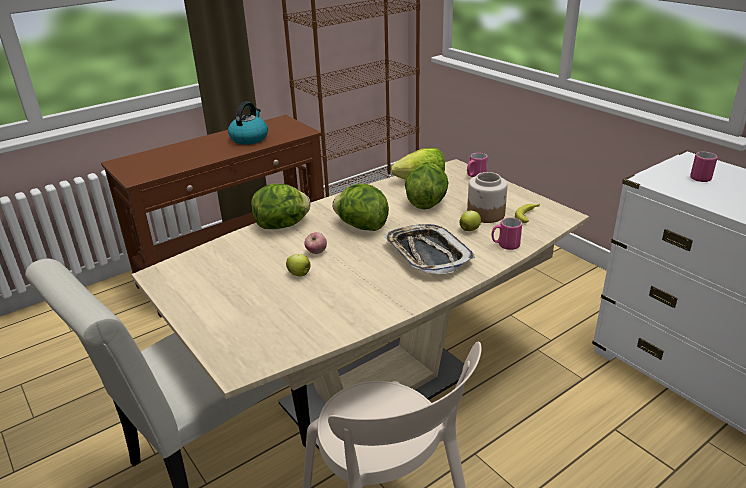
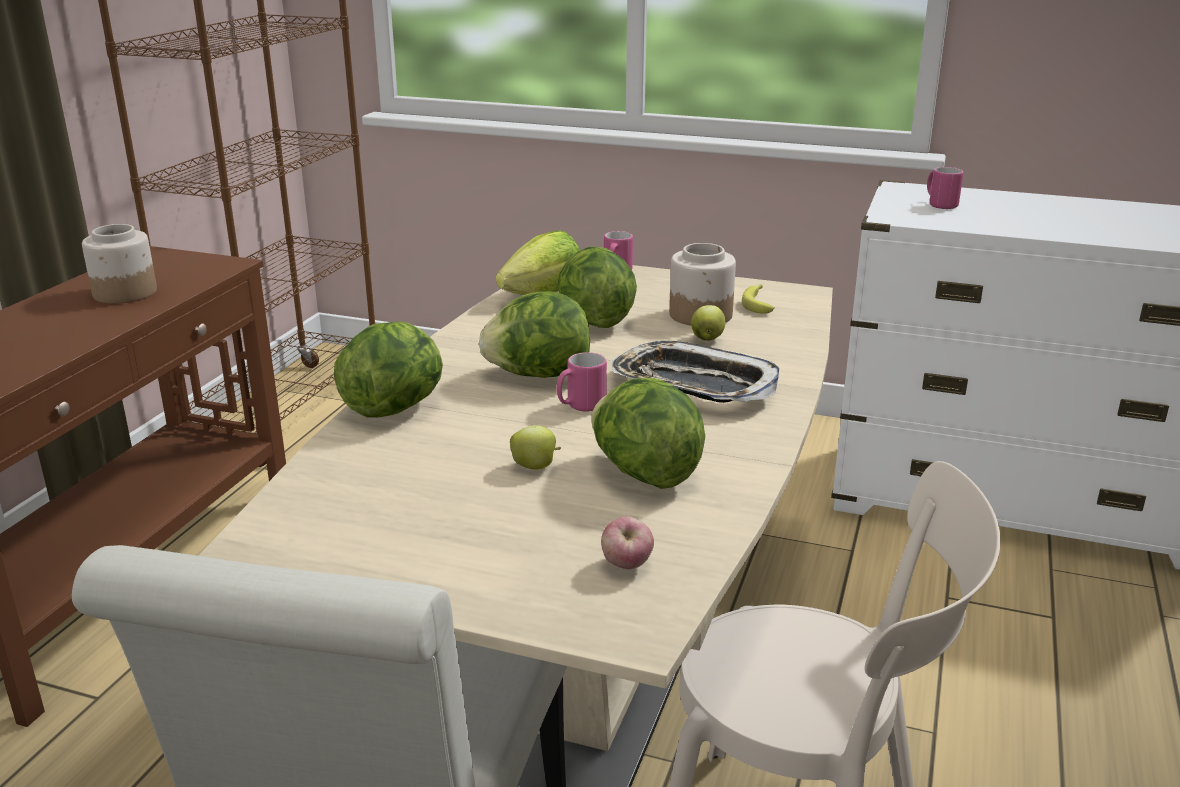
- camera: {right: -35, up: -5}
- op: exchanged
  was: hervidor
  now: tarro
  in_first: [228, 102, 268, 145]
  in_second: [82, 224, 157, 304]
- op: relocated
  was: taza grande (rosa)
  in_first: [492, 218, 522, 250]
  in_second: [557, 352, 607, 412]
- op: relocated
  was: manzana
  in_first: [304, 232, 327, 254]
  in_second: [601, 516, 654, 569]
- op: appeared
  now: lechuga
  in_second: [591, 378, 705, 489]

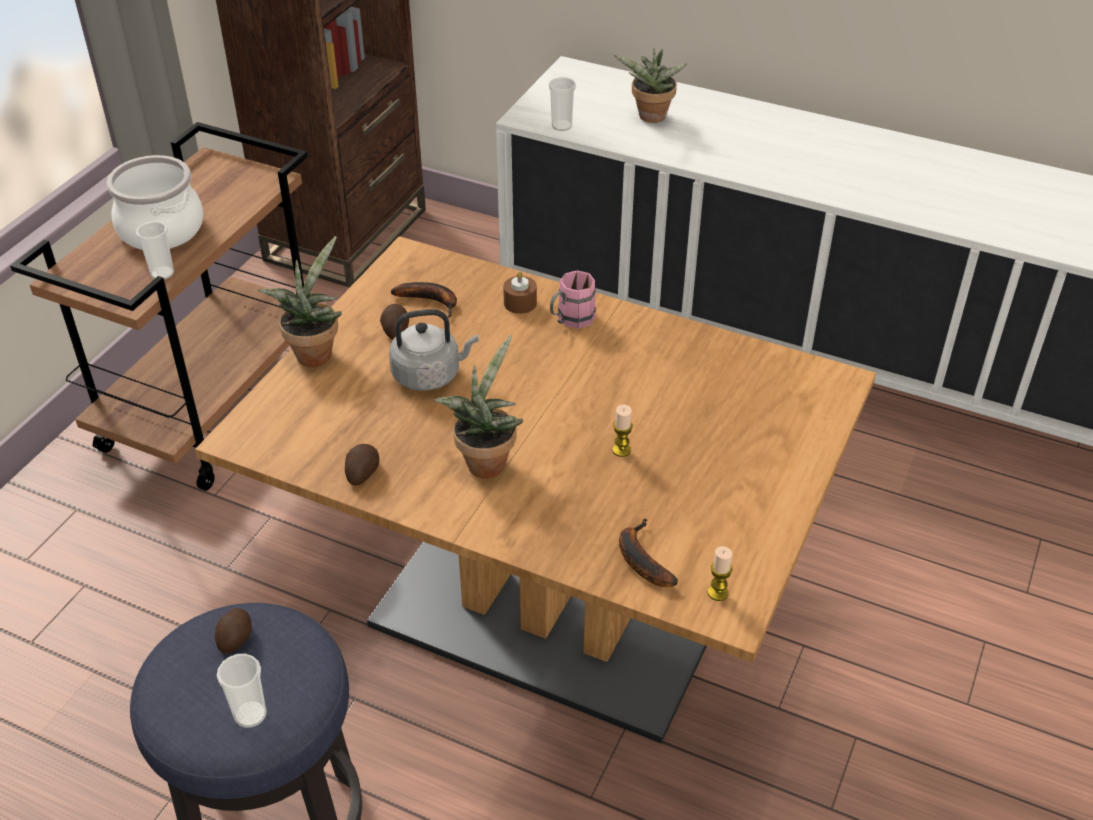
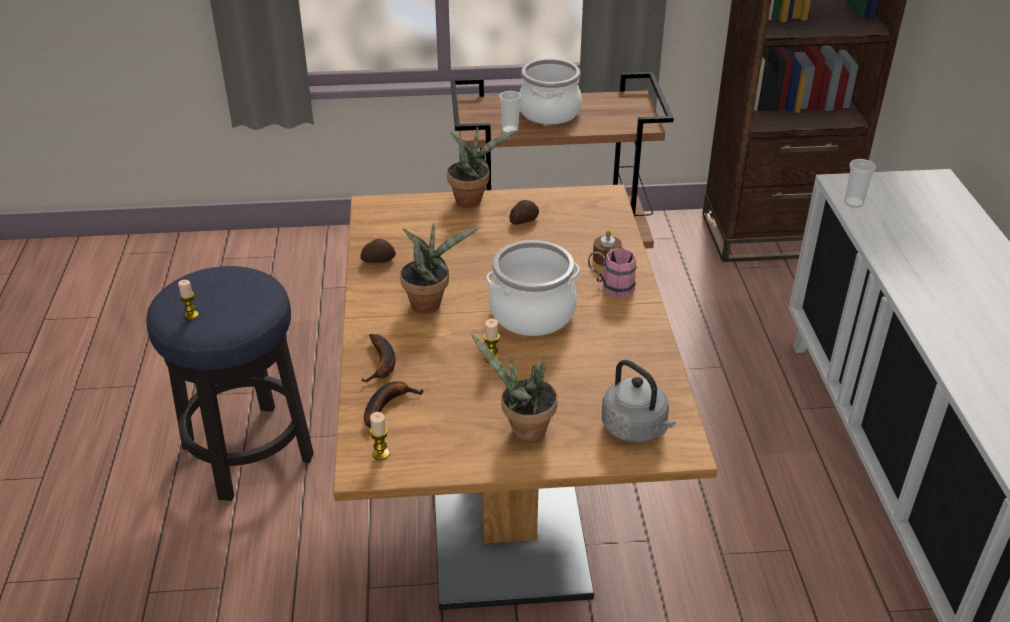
- camera: {right: 60, up: -5}
- op: relocated
  was: planta en maceta
  in_first: [614, 48, 688, 123]
  in_second: [471, 333, 558, 442]
- op: relocated
  was: plátano
  in_first: [391, 282, 457, 318]
  in_second: [361, 334, 396, 382]
- op: relocated
  was: hervidor (gris)
  in_first: [389, 309, 479, 391]
  in_second: [602, 360, 675, 443]
- op: missing
  was: patata
  in_first: [215, 608, 251, 653]
- op: exchanged
  was: taza
  now: vela
  in_first: [217, 654, 267, 728]
  in_second: [178, 280, 199, 320]
- op: appeared
  now: olla
  in_second: [486, 240, 580, 336]

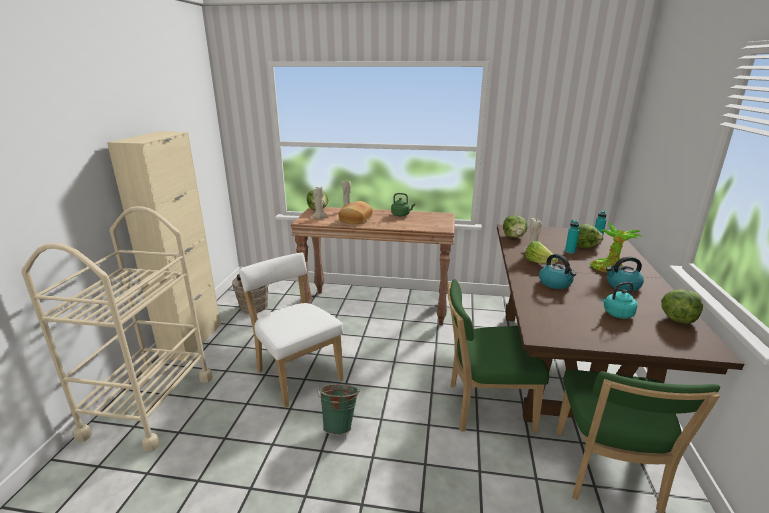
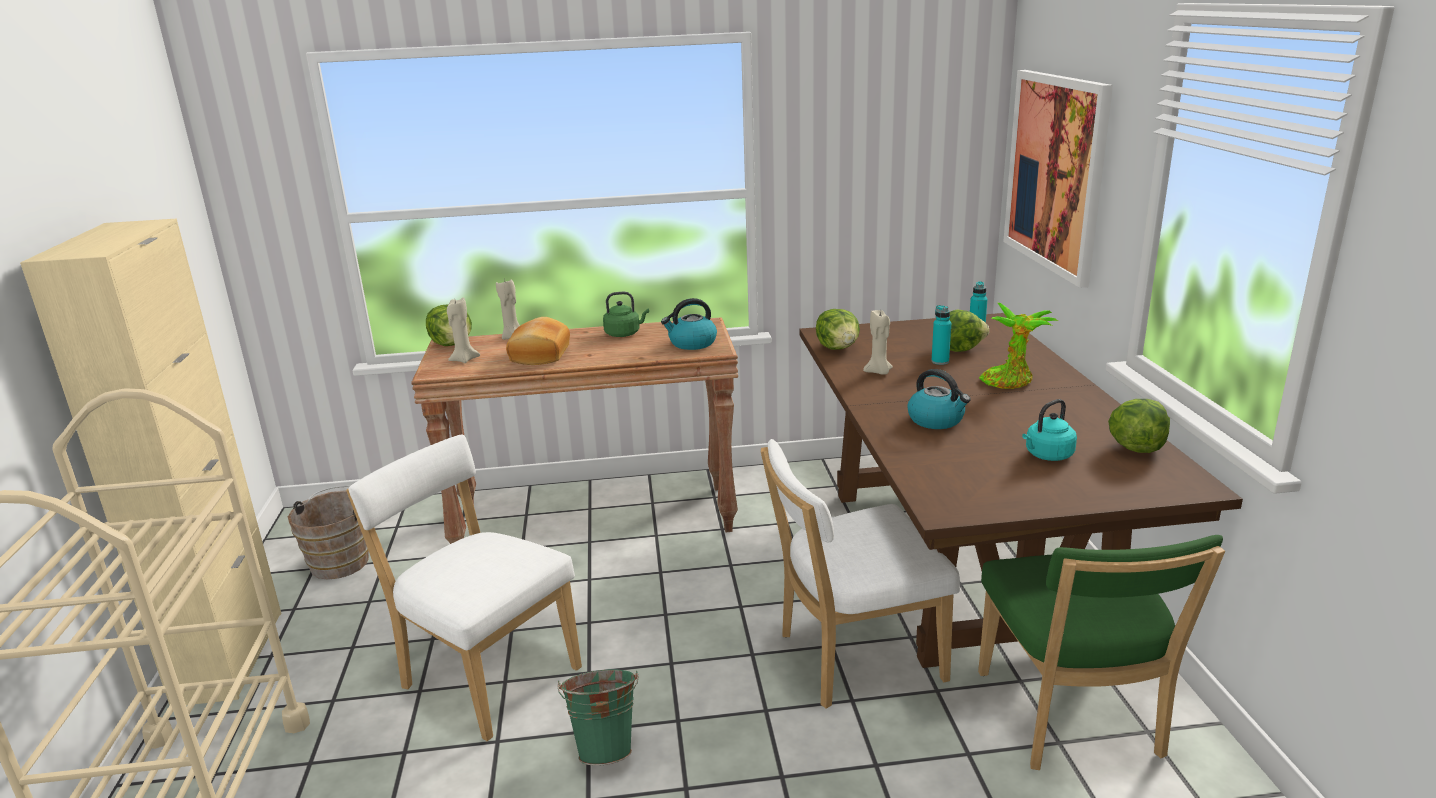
- camera: {right: -15, up: 0}
- op: missing
  was: lechuga
  in_first: [525, 241, 558, 264]
- op: relocated
  was: hervidor
  in_first: [606, 256, 644, 291]
  in_second: [661, 298, 717, 350]
- op: colour
  was: silla (verde)
  now: silla (blanco)
  in_first: [447, 279, 549, 433]
  in_second: [761, 439, 960, 709]
- op: appeared
  now: cuadro
  in_second: [1003, 70, 1113, 288]

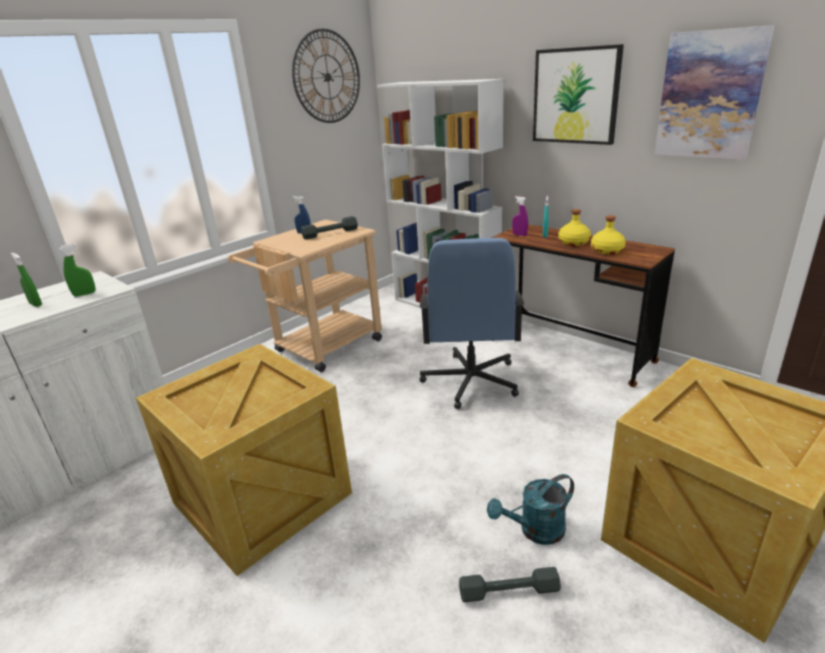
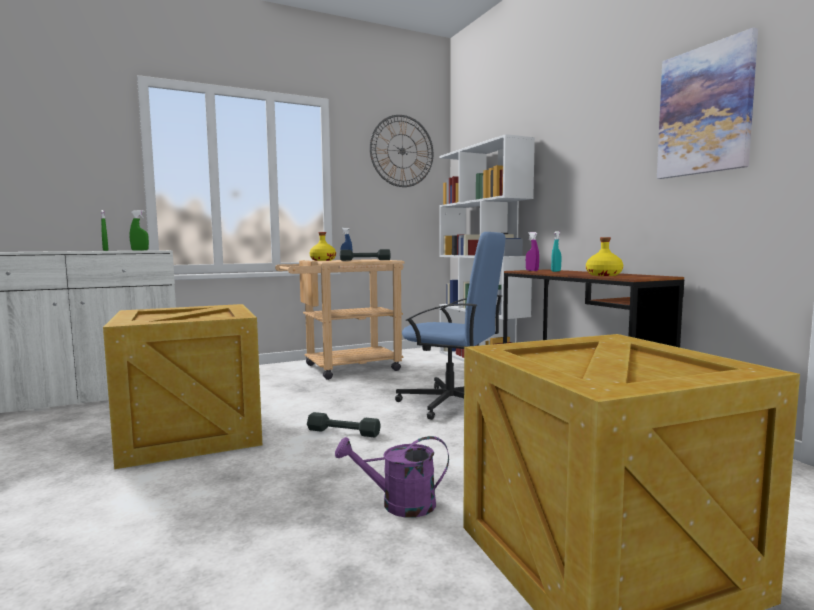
- camera: {right: 20, up: -20}
- op: missing
  was: cuadro
  in_first: [533, 44, 624, 145]
- op: relocated
  was: botella (amarillo)
  in_first: [558, 209, 591, 246]
  in_second: [310, 232, 336, 261]
- op: spun
  was: silla de oficina (azul)
  in_first: [419, 238, 524, 409]
  in_second: [395, 232, 505, 420]
  clockwise: -90
- op: colour
  was: regadera (turquesa)
  now: regadera (morado)
  in_first: [487, 474, 574, 545]
  in_second: [335, 436, 449, 518]
- op: relocated
  was: mancuerna (gris)
  in_first: [459, 567, 561, 602]
  in_second: [307, 412, 381, 437]

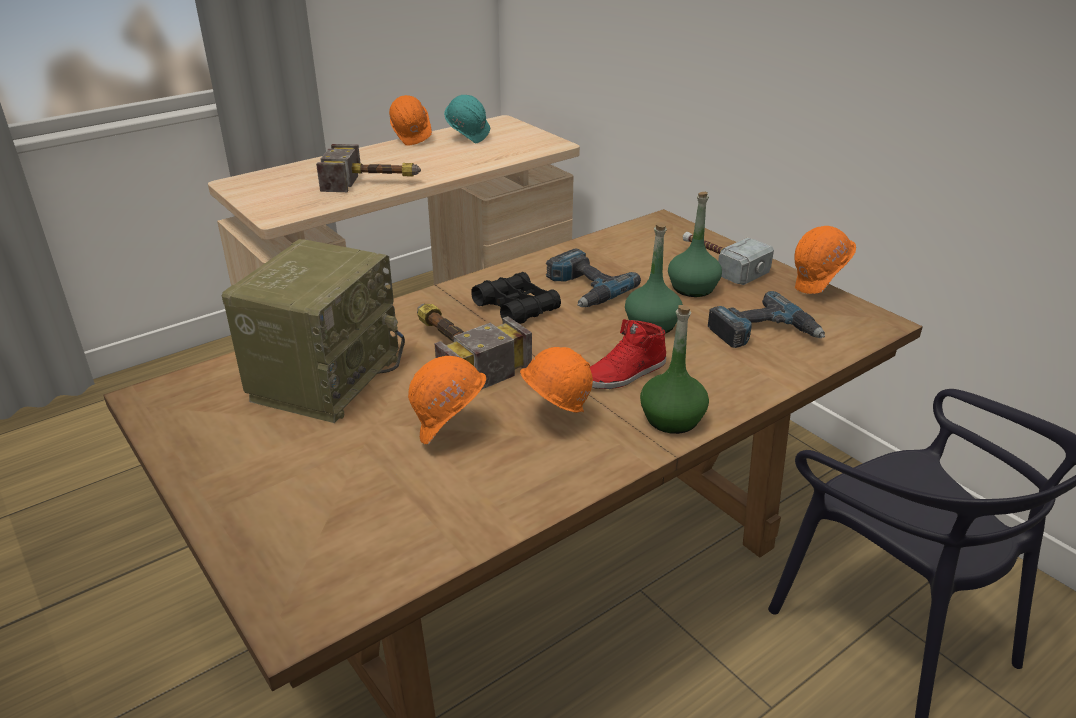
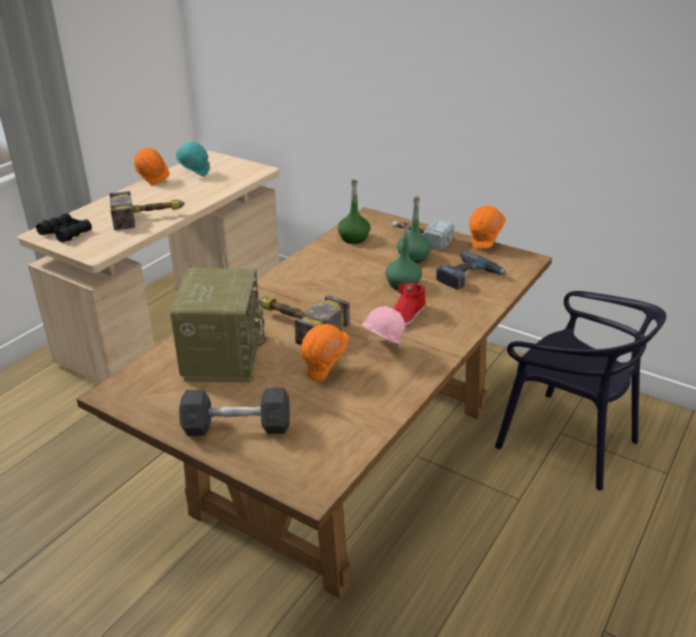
- camera: {right: -20, up: 0}
- op: missing
  was: taladro
  in_first: [546, 249, 641, 307]
- op: relocated
  was: prismáticos (negro)
  in_first: [471, 272, 561, 324]
  in_second: [36, 213, 92, 242]
- op: relocated
  was: botella (verde)
  in_first: [640, 305, 709, 434]
  in_second: [338, 179, 371, 244]
- op: colour
  was: casco (naranja)
  now: casco (rosa)
  in_first: [520, 347, 593, 413]
  in_second: [361, 306, 405, 344]
- op: appeared
  now: mancuerna (gris)
  in_second: [179, 388, 290, 436]

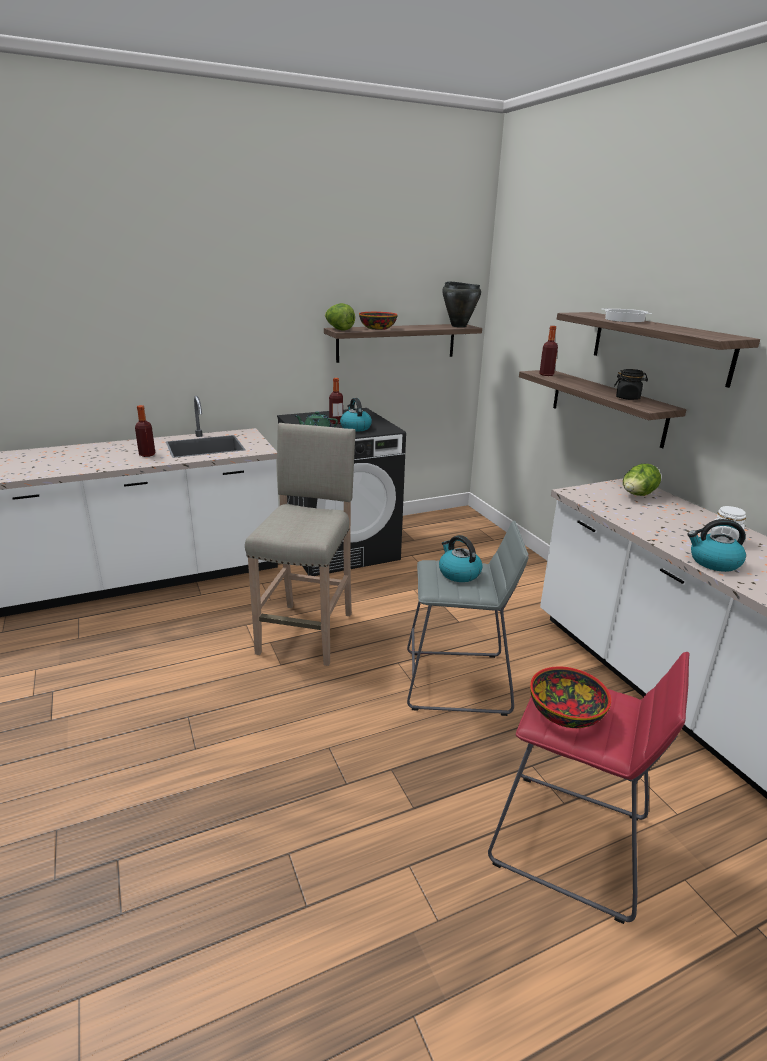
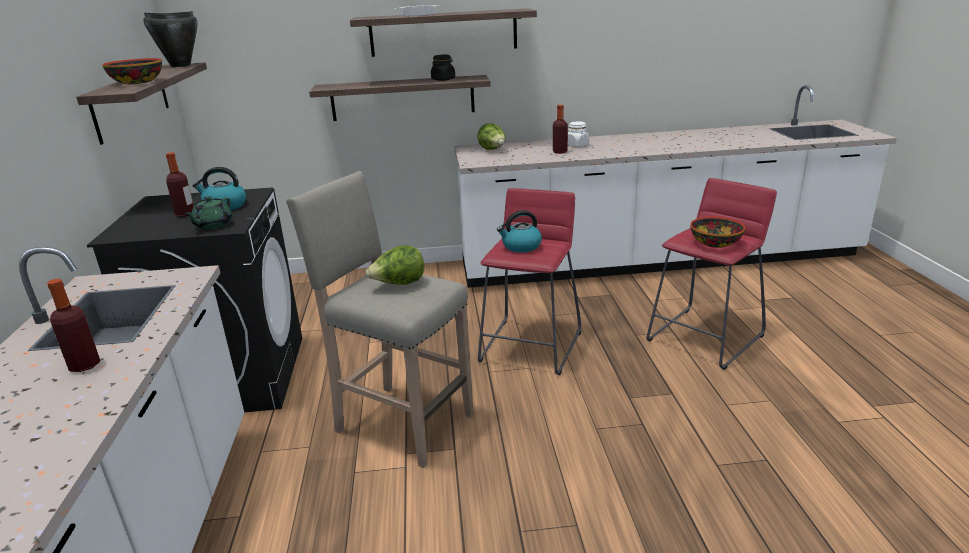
- camera: {right: -70, up: 0}
- op: relocated
  was: lechuga
  in_first: [325, 303, 355, 331]
  in_second: [366, 245, 424, 285]
- op: relocated
  was: botella
  in_first: [539, 326, 558, 376]
  in_second: [553, 105, 568, 154]
- op: missing
  was: hervidor
  in_first: [688, 519, 746, 572]
- op: colour
  was: taburete (gris)
  now: taburete (rojo)
  in_first: [407, 521, 529, 716]
  in_second: [478, 188, 581, 375]

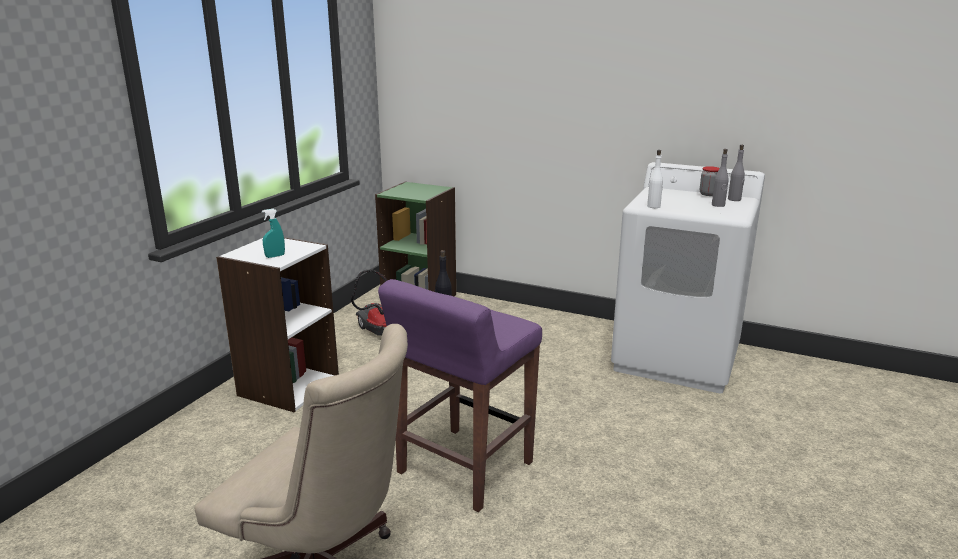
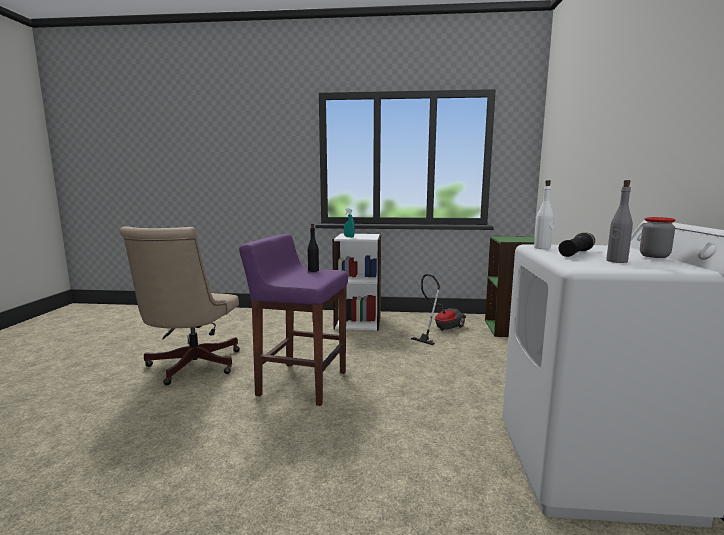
- camera: {right: 70, up: -10}
- op: missing
  was: botella (gris)
  in_first: [728, 145, 745, 201]
- op: appeared
  now: linterna (negro)
  in_second: [559, 232, 595, 257]

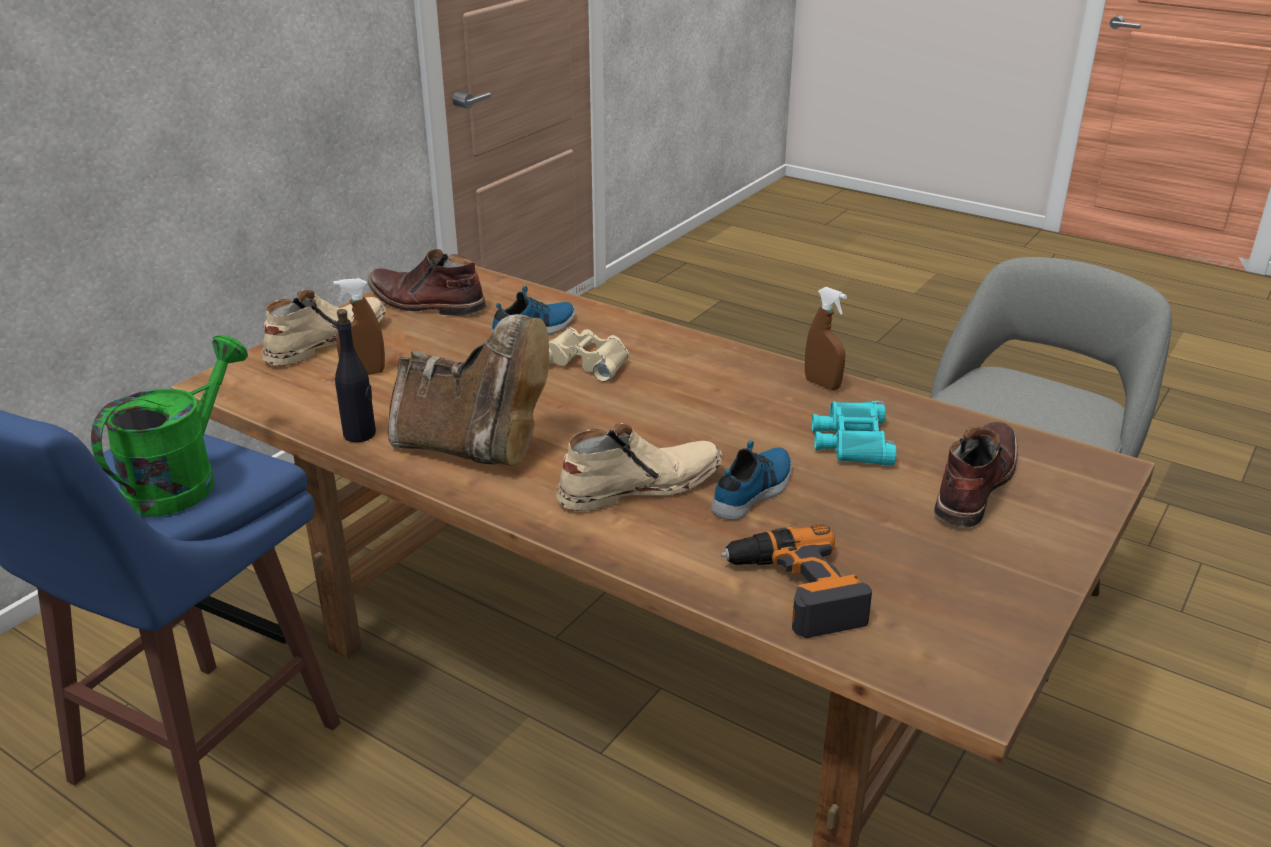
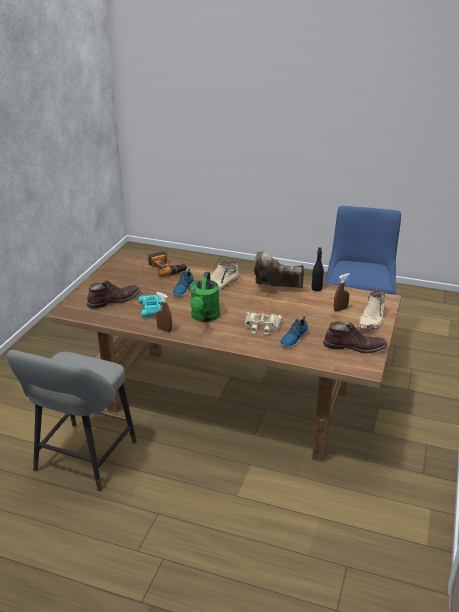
- camera: {right: 165, up: 0}
- op: relocated
  was: regadera (verde)
  in_first: [91, 335, 248, 516]
  in_second: [190, 272, 220, 322]
- op: spun
  was: bota (marrón)
  in_first: [934, 422, 1018, 528]
  in_second: [87, 280, 141, 309]
  clockwise: -135

